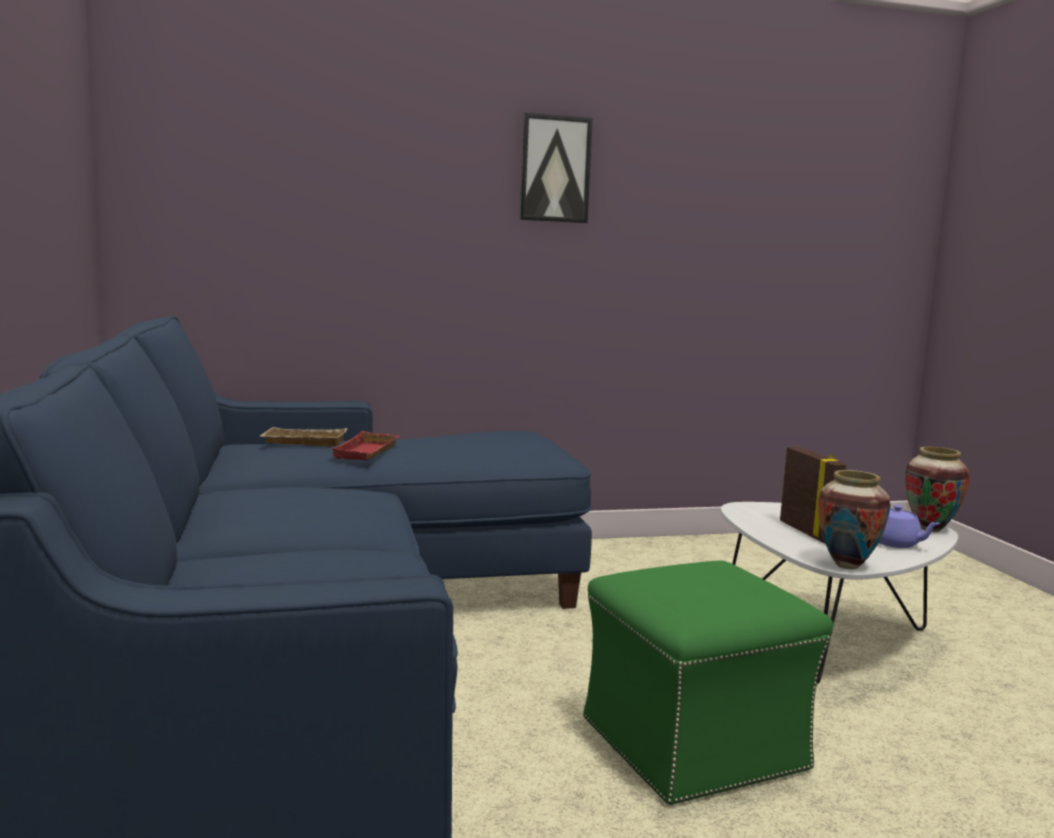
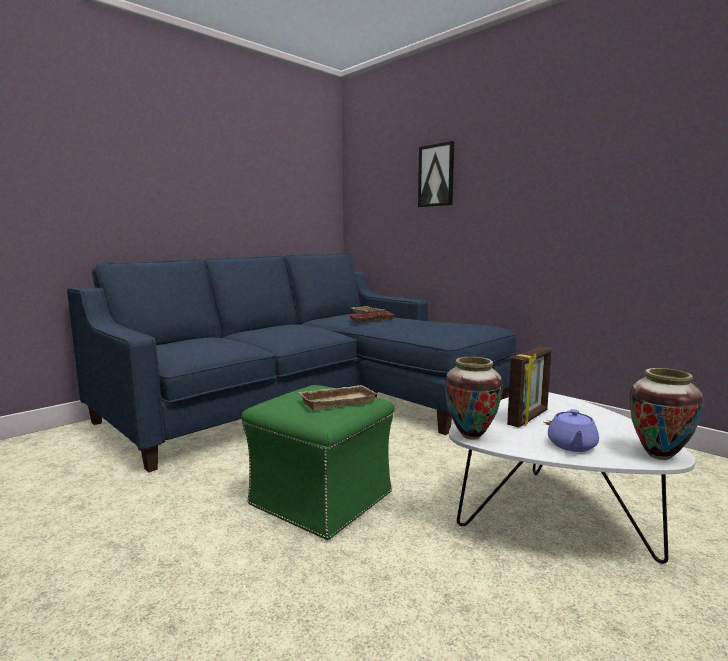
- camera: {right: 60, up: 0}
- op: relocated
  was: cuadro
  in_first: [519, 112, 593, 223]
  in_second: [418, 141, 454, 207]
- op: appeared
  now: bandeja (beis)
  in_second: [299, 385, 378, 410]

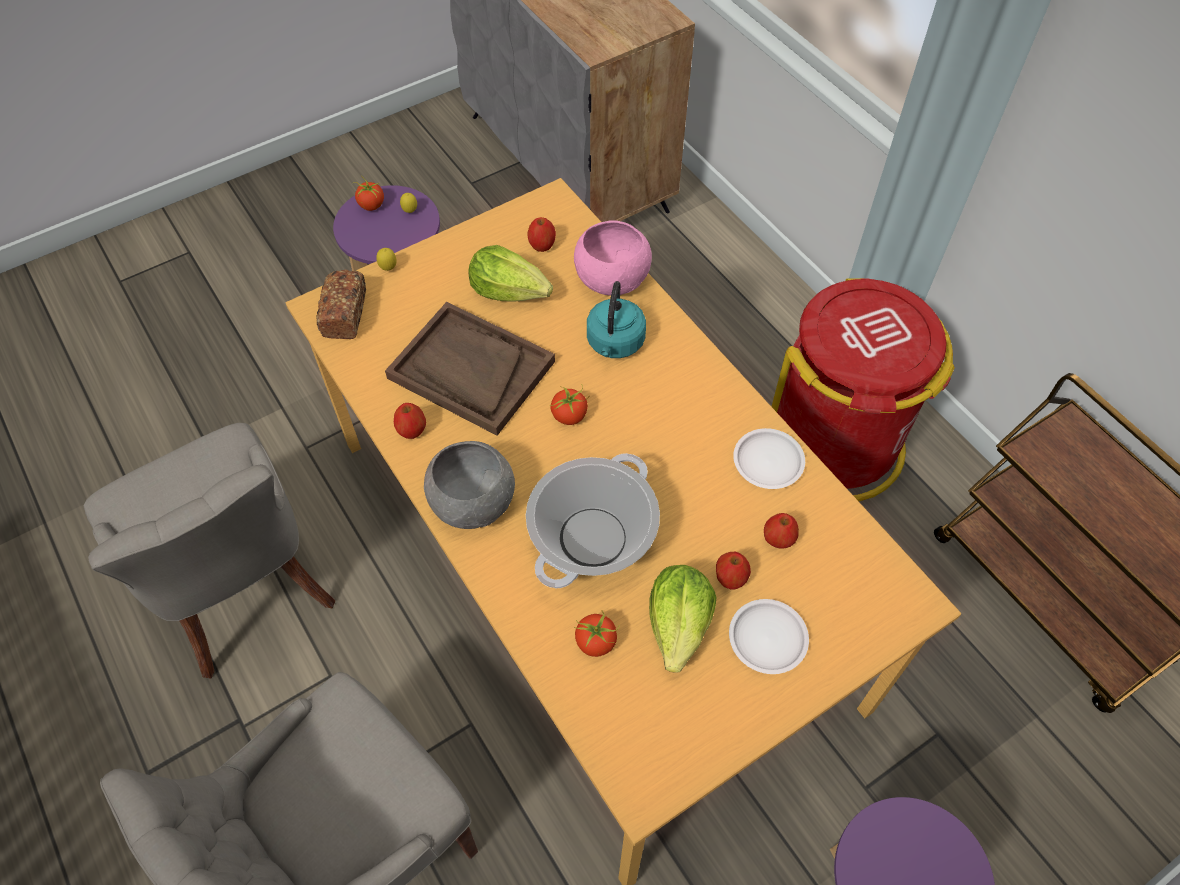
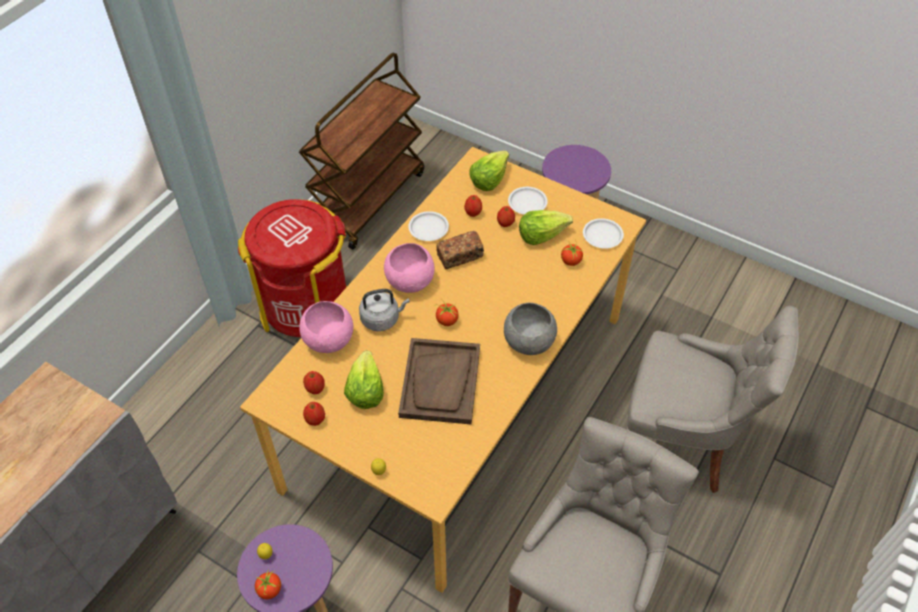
- camera: {right: -115, up: -5}
- op: relocated
  was: pan
  in_first: [316, 270, 366, 339]
  in_second: [436, 231, 484, 269]
- op: colour
  was: hervidor (turquesa)
  now: hervidor (gris)
  in_first: [587, 281, 646, 358]
  in_second: [359, 289, 410, 331]
- op: relocated
  was: manzana
  in_first: [394, 403, 426, 439]
  in_second: [303, 402, 325, 426]
- op: missing
  was: olla
  in_first: [526, 453, 660, 589]
- op: appeared
  now: lechuga
  in_second: [469, 151, 509, 191]
- op: appeared
  now: plato (blanco)
  in_second: [583, 218, 624, 249]
- op: appeared
  now: cuenco (rosa)
  in_second: [384, 243, 435, 293]

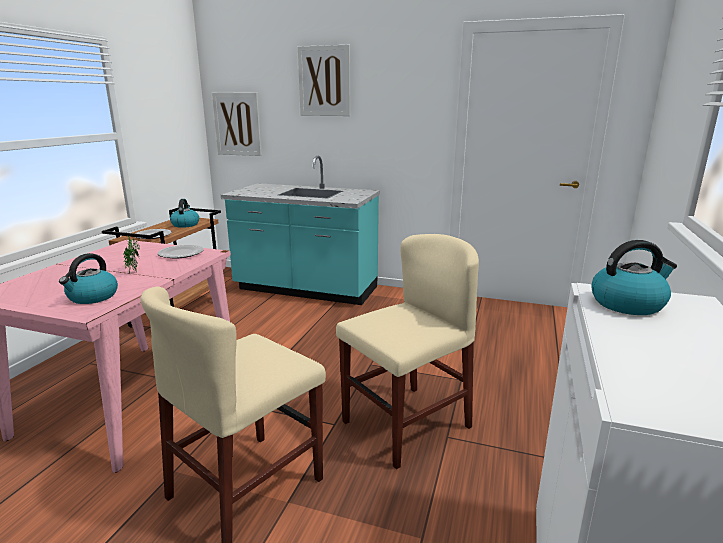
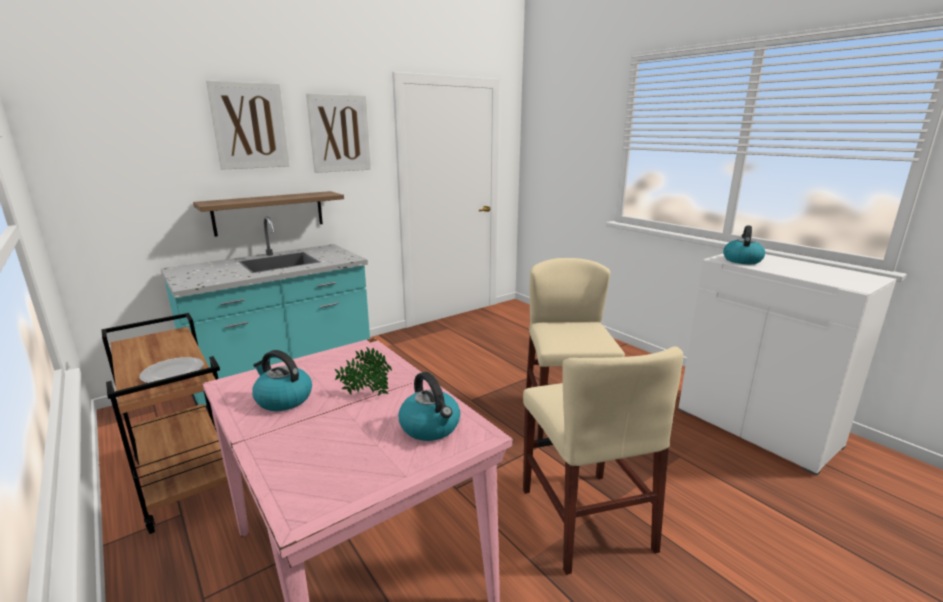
- camera: {right: -55, up: 0}
- op: relocated
  was: cuadro
  in_first: [212, 93, 262, 156]
  in_second: [306, 93, 371, 173]
- op: relocated
  was: hervidor
  in_first: [170, 199, 199, 228]
  in_second: [252, 350, 312, 411]
- op: missing
  was: plato
  in_first: [157, 245, 204, 258]
- op: appeared
  now: estante
  in_second: [193, 191, 344, 237]

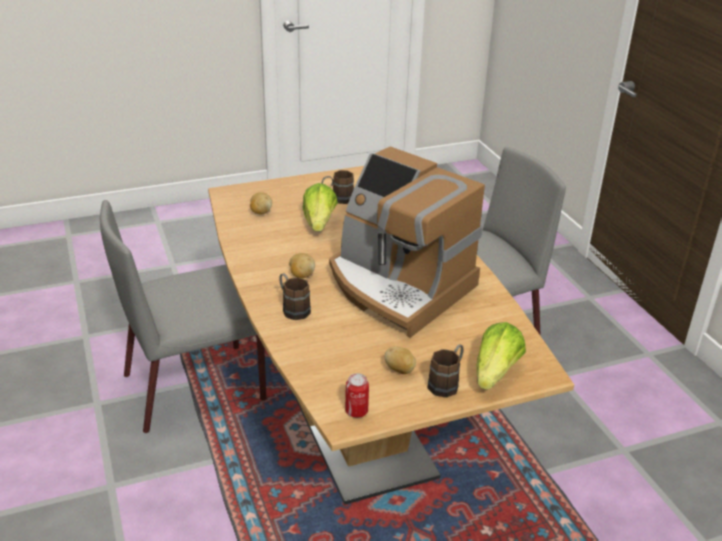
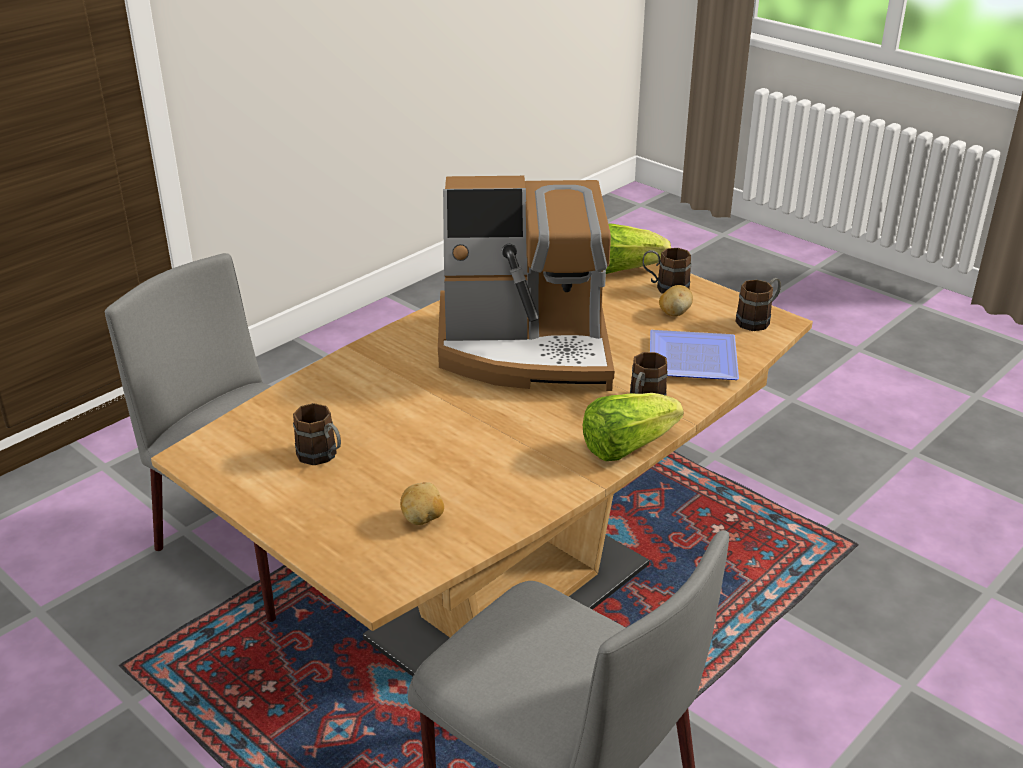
- camera: {right: -115, up: 0}
- op: spun
  was: cafetera
  in_first: [329, 146, 485, 338]
  in_second: [438, 176, 615, 391]
  clockwise: 75
- op: relocated
  was: lechuga
  in_first: [302, 183, 338, 231]
  in_second: [583, 393, 684, 461]
- op: missing
  was: patata
  in_first: [289, 253, 315, 278]
- op: exchanged
  was: lata
  now: taza grande (marrón)
  in_first: [345, 373, 369, 418]
  in_second: [736, 278, 781, 331]
- op: appeared
  now: plato
  in_second: [650, 330, 739, 380]

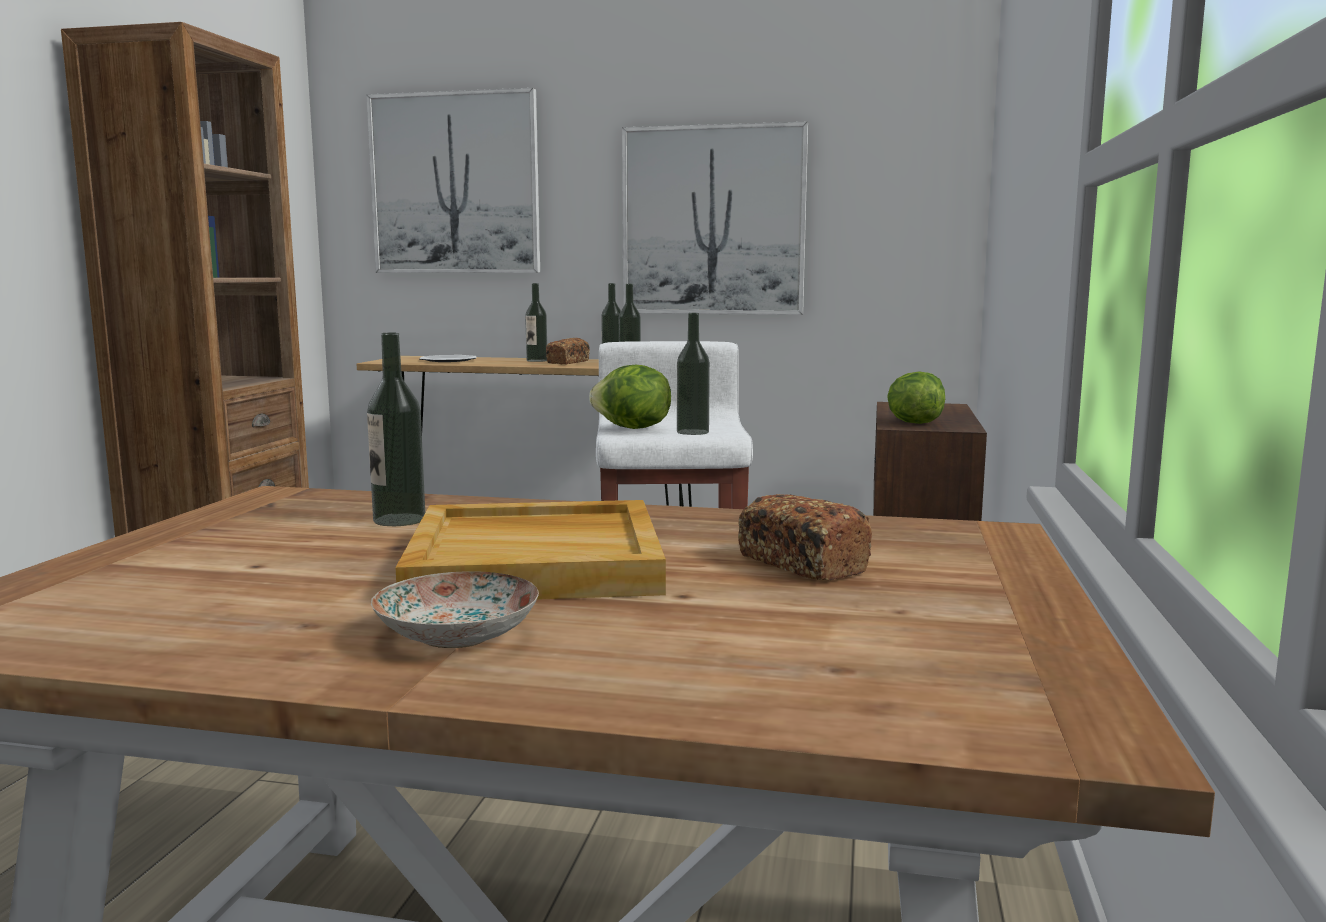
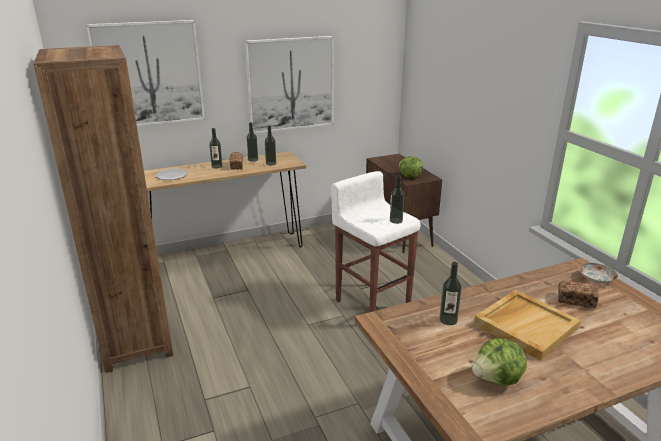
- camera: {right: -35, up: 15}
- op: relocated
  was: lechuga
  in_first: [589, 365, 671, 429]
  in_second: [472, 338, 527, 386]
- op: relocated
  was: plato
  in_first: [371, 571, 539, 648]
  in_second: [579, 263, 618, 284]

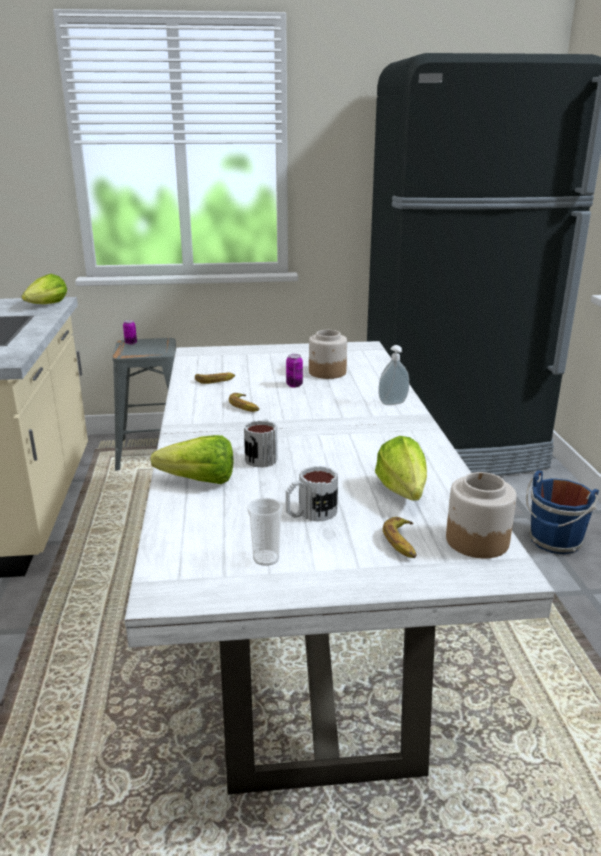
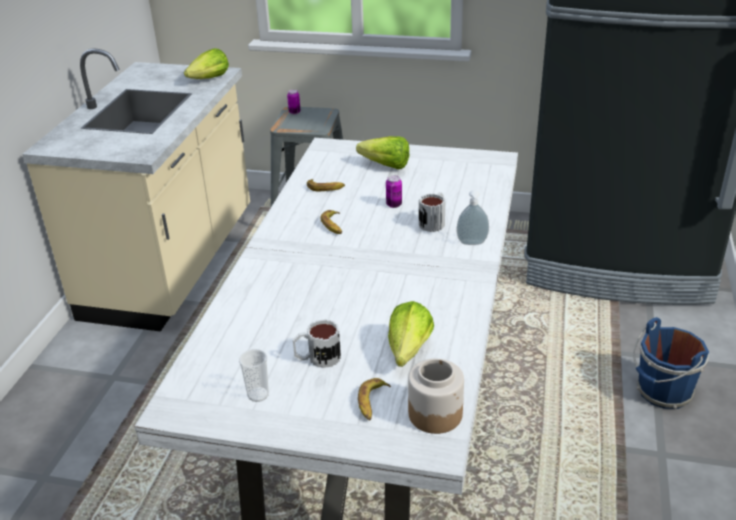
- camera: {right: 20, up: 10}
- op: missing
  was: tarro
  in_first: [309, 330, 347, 379]
- op: relocated
  was: taza grande
  in_first: [244, 419, 278, 468]
  in_second: [419, 192, 445, 232]
- op: relocated
  was: lechuga
  in_first: [151, 435, 234, 484]
  in_second: [356, 136, 409, 170]

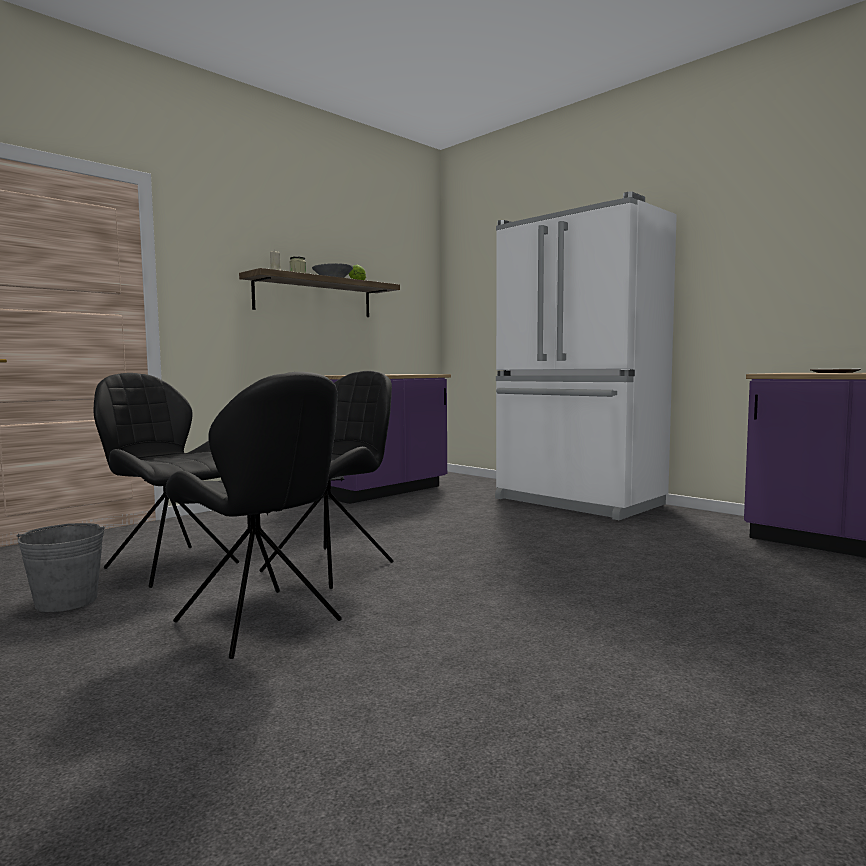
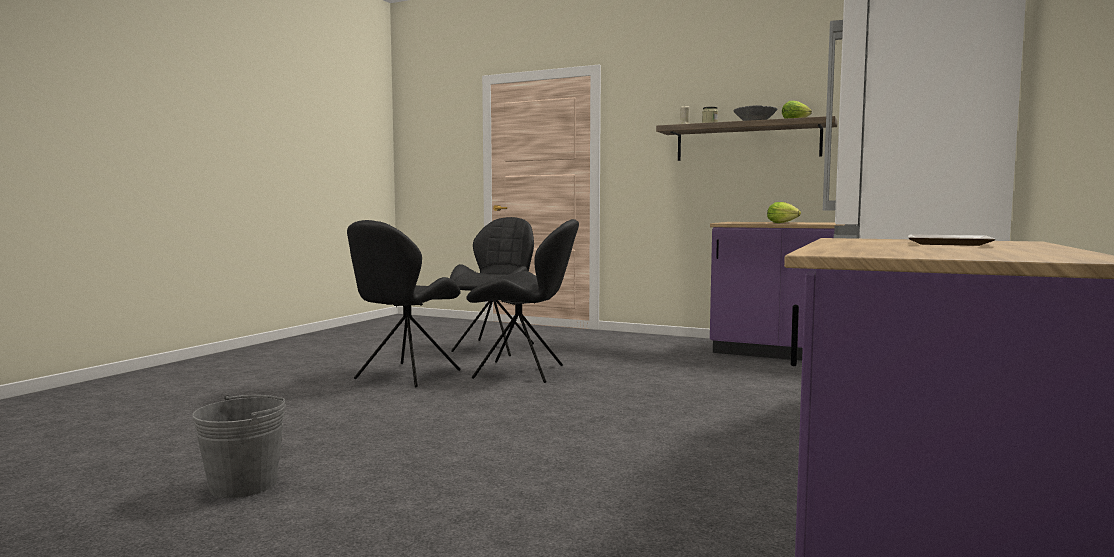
- camera: {right: 70, up: 0}
- op: relocated
  was: cubo (gris)
  in_first: [17, 523, 105, 612]
  in_second: [192, 395, 286, 498]
- op: appeared
  now: lechuga
  in_second: [767, 202, 801, 223]

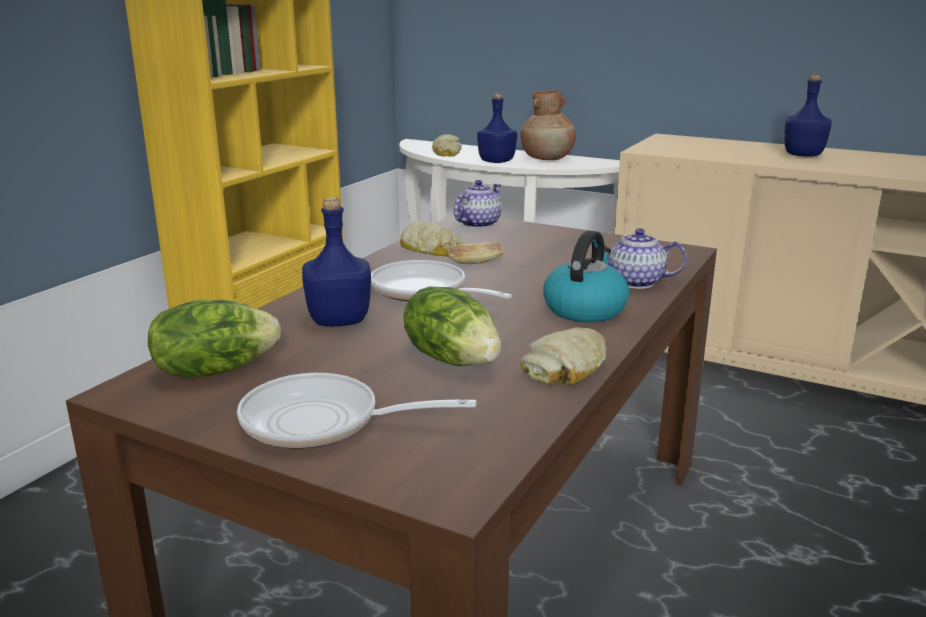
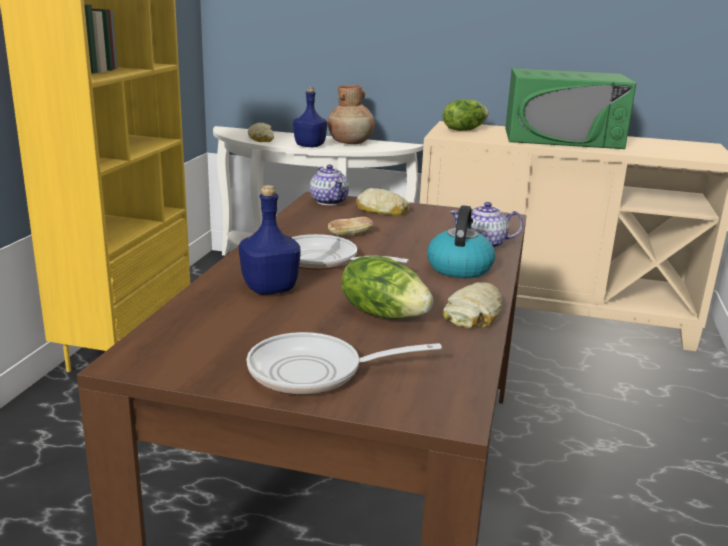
- camera: {right: -15, up: 0}
- op: exchanged
  was: botella (azul)
  now: microondas (verde)
  in_first: [784, 74, 832, 157]
  in_second: [505, 68, 636, 149]
- op: spun
  was: tetera
  in_first: [454, 180, 502, 228]
  in_second: [310, 165, 349, 205]
  clockwise: 135
- op: relocated
  was: pan
  in_first: [400, 220, 464, 256]
  in_second: [356, 188, 410, 215]
- op: relocated
  was: lechuga
  in_first: [148, 300, 281, 377]
  in_second: [443, 99, 489, 131]

